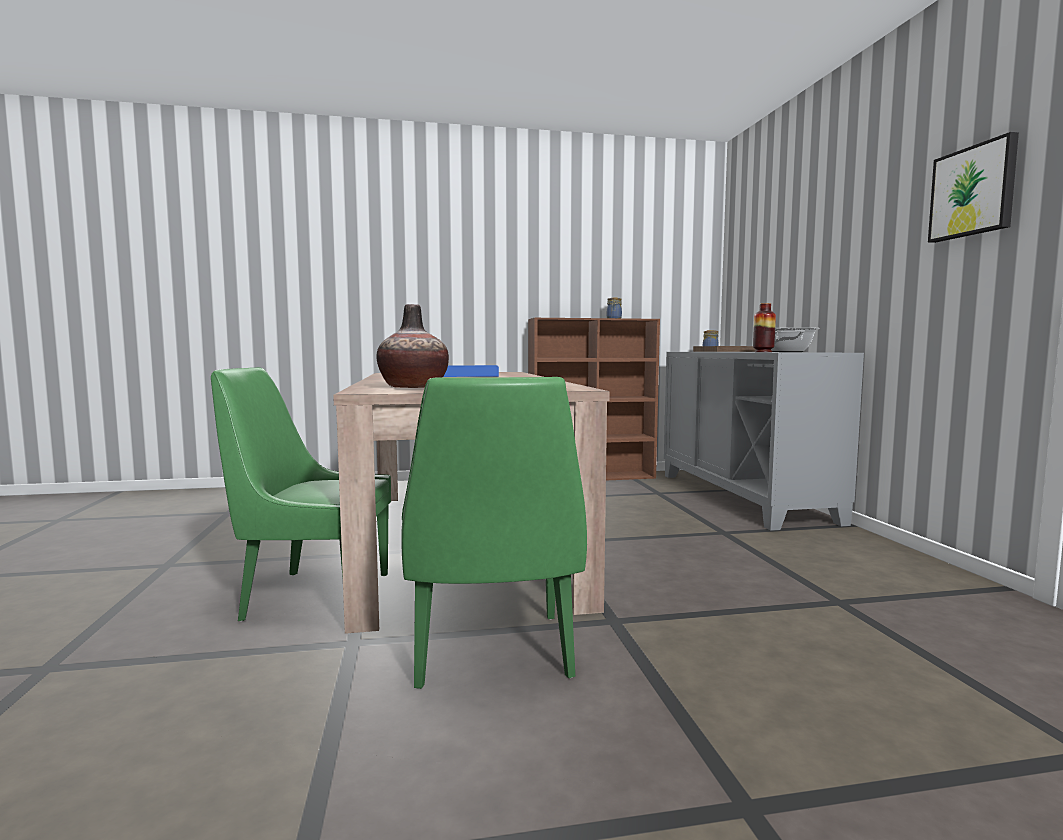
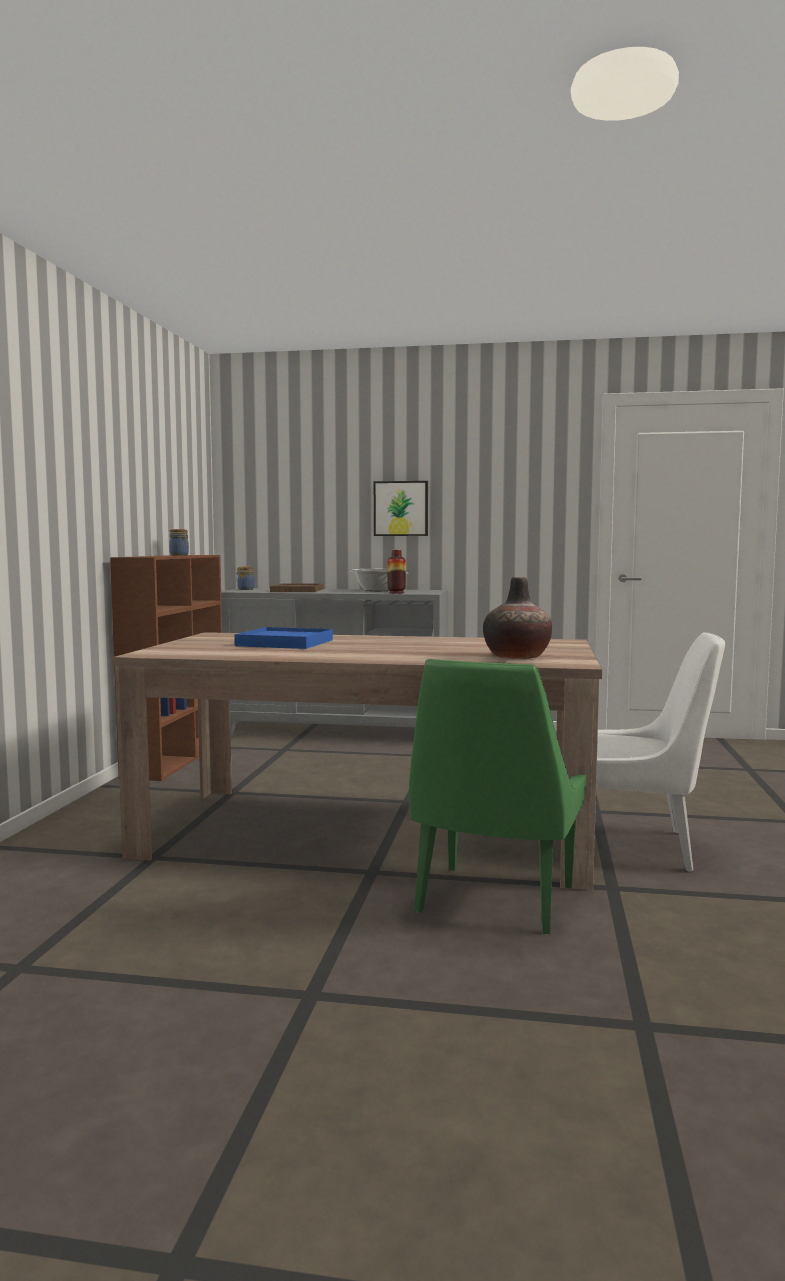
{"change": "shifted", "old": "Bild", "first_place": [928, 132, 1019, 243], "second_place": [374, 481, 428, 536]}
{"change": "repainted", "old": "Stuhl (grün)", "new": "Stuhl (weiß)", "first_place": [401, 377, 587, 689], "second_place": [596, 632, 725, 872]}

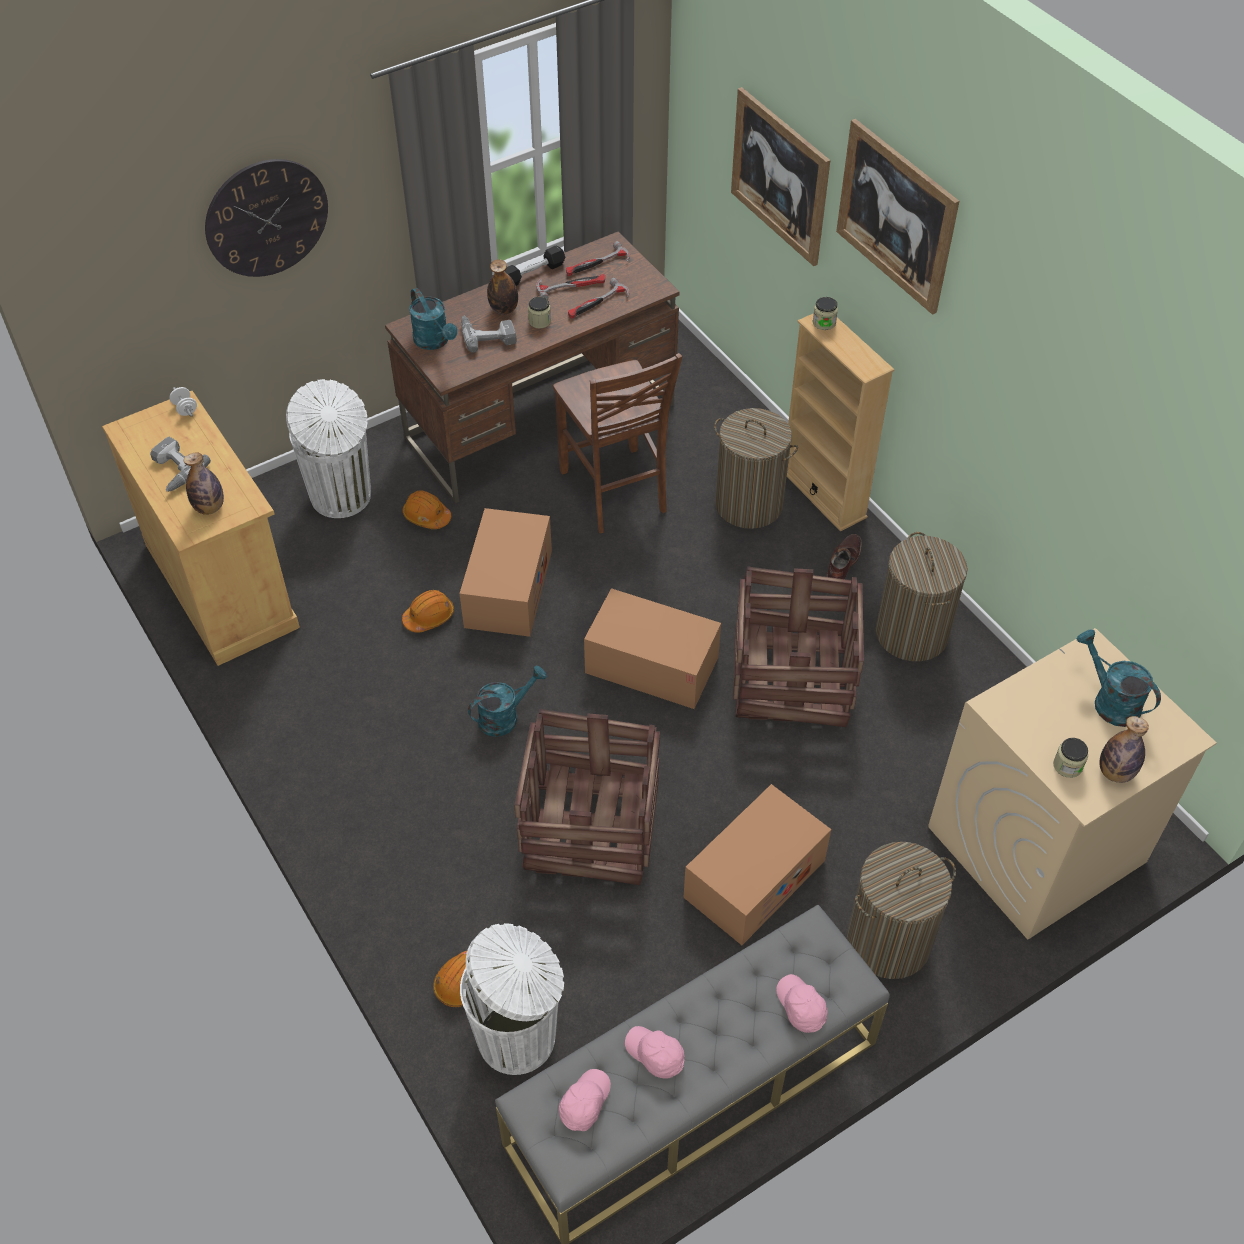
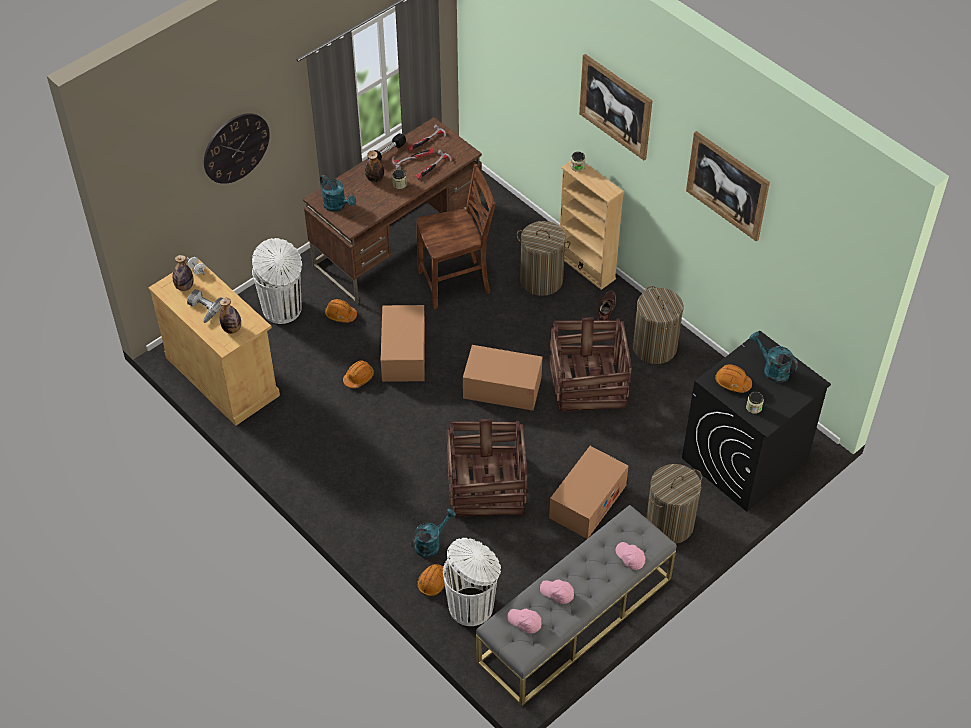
{"change": "shifted", "old": "Bild", "first_place": [731, 87, 830, 266], "second_place": [686, 131, 770, 242]}
{"change": "gone", "old": "Bohrmaschine", "first_place": [461, 316, 517, 353]}
{"change": "rotated", "old": "Stuhl (braun)", "first_place": [553, 353, 682, 533], "second_place": [416, 164, 496, 309], "degrees": -75}
{"change": "repainted", "old": "Waschmaschine (beige)", "new": "Waschmaschine (schwarz)", "first_place": [928, 628, 1216, 940], "second_place": [682, 330, 831, 512]}
{"change": "shifted", "old": "Gießkanne (türkis)", "first_place": [468, 666, 547, 737], "second_place": [411, 509, 456, 557]}
{"change": "shifted", "old": "Flasche", "first_place": [1099, 716, 1149, 783], "second_place": [173, 255, 194, 291]}
{"change": "rotated", "old": "Kappe (rosa)", "first_place": [559, 1069, 611, 1131], "second_place": [507, 608, 542, 633], "degrees": -75}
{"change": "new", "new": "Schutzhelm (orange)", "second_place": [715, 364, 752, 393]}

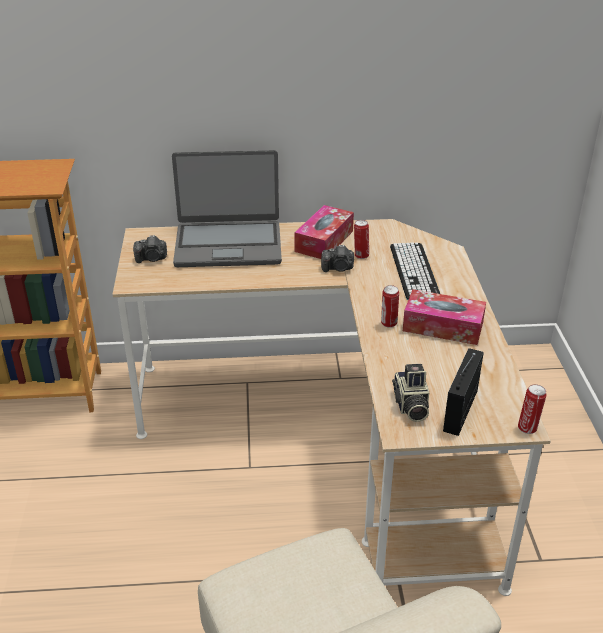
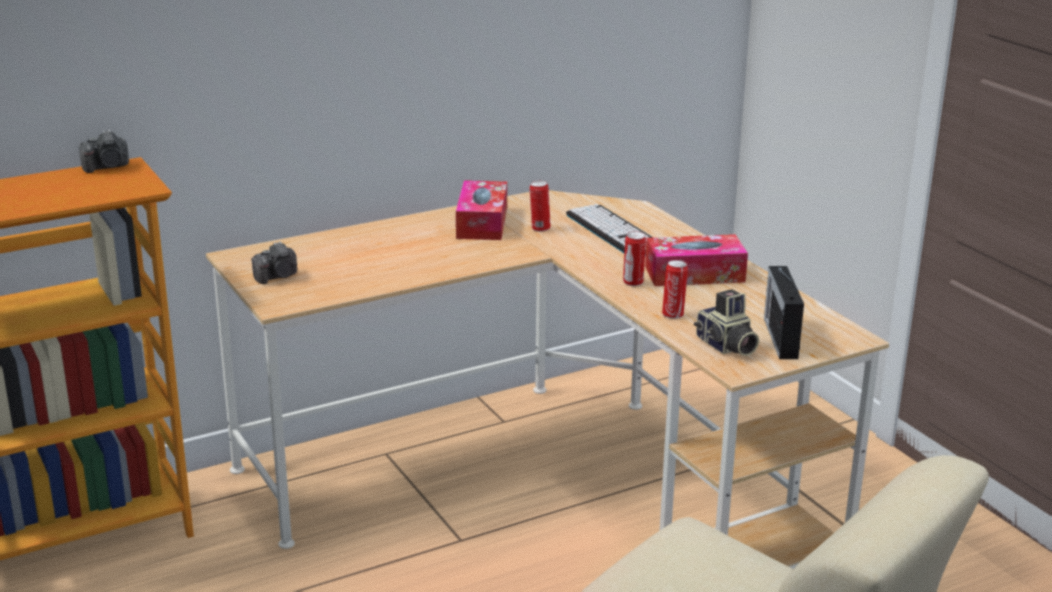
{"change": "gone", "old": "Laptop", "first_place": [172, 150, 282, 267]}
{"change": "shifted", "old": "Kamera", "first_place": [321, 244, 354, 272], "second_place": [79, 130, 129, 173]}
{"change": "shifted", "old": "Dose", "first_place": [518, 384, 547, 434], "second_place": [662, 260, 688, 319]}

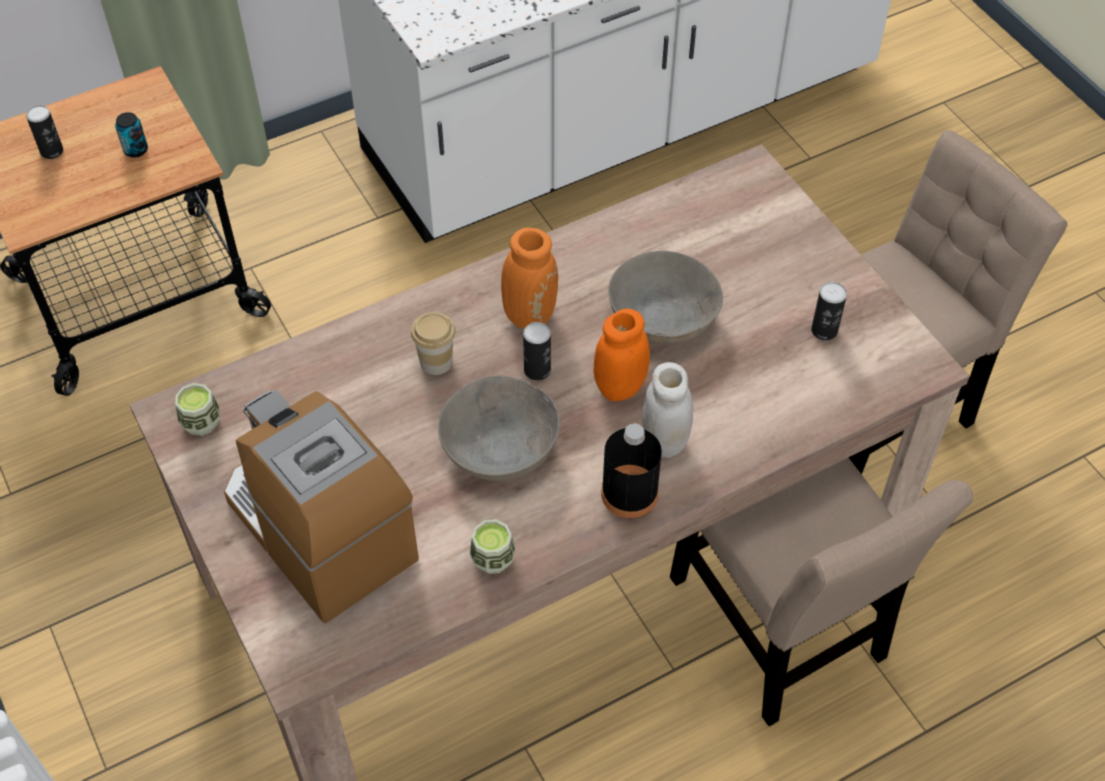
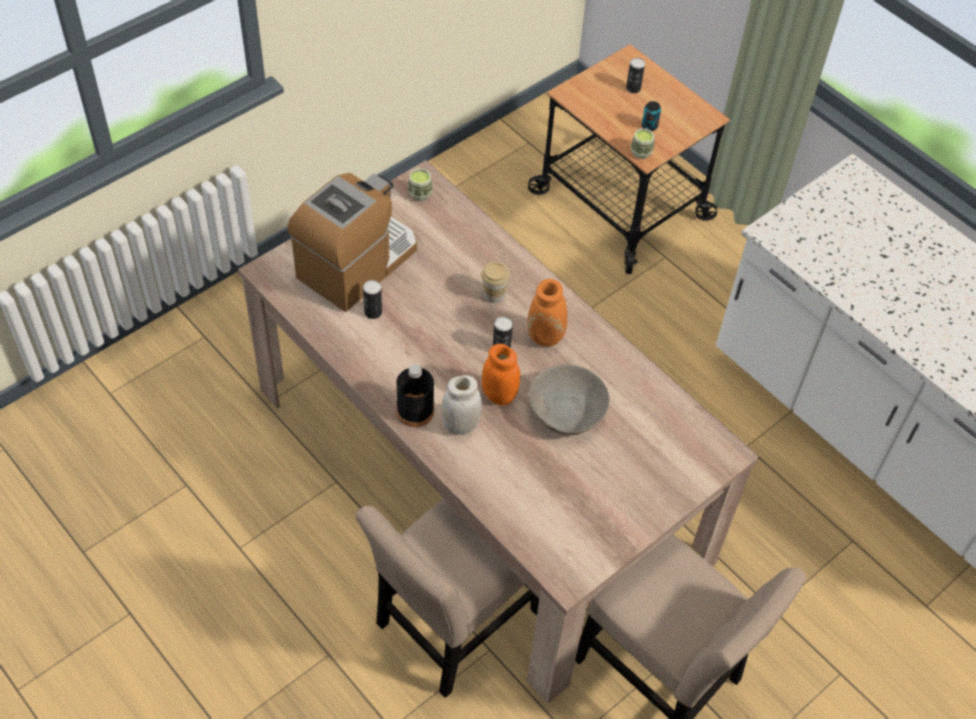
{"change": "shifted", "old": "Dose", "first_place": [811, 282, 847, 340], "second_place": [363, 280, 382, 319]}
{"change": "gone", "old": "Schüssel (grau)", "first_place": [438, 376, 560, 481]}
{"change": "shifted", "old": "Tasse", "first_place": [470, 519, 515, 574], "second_place": [630, 128, 655, 159]}

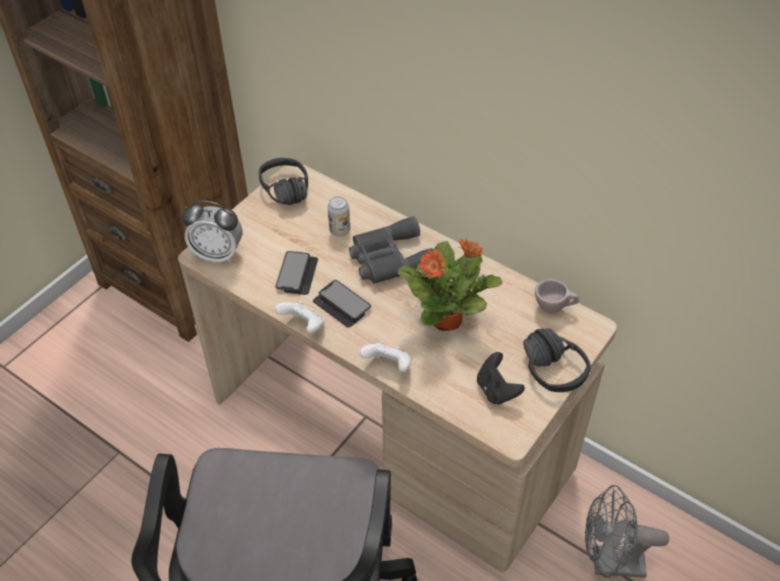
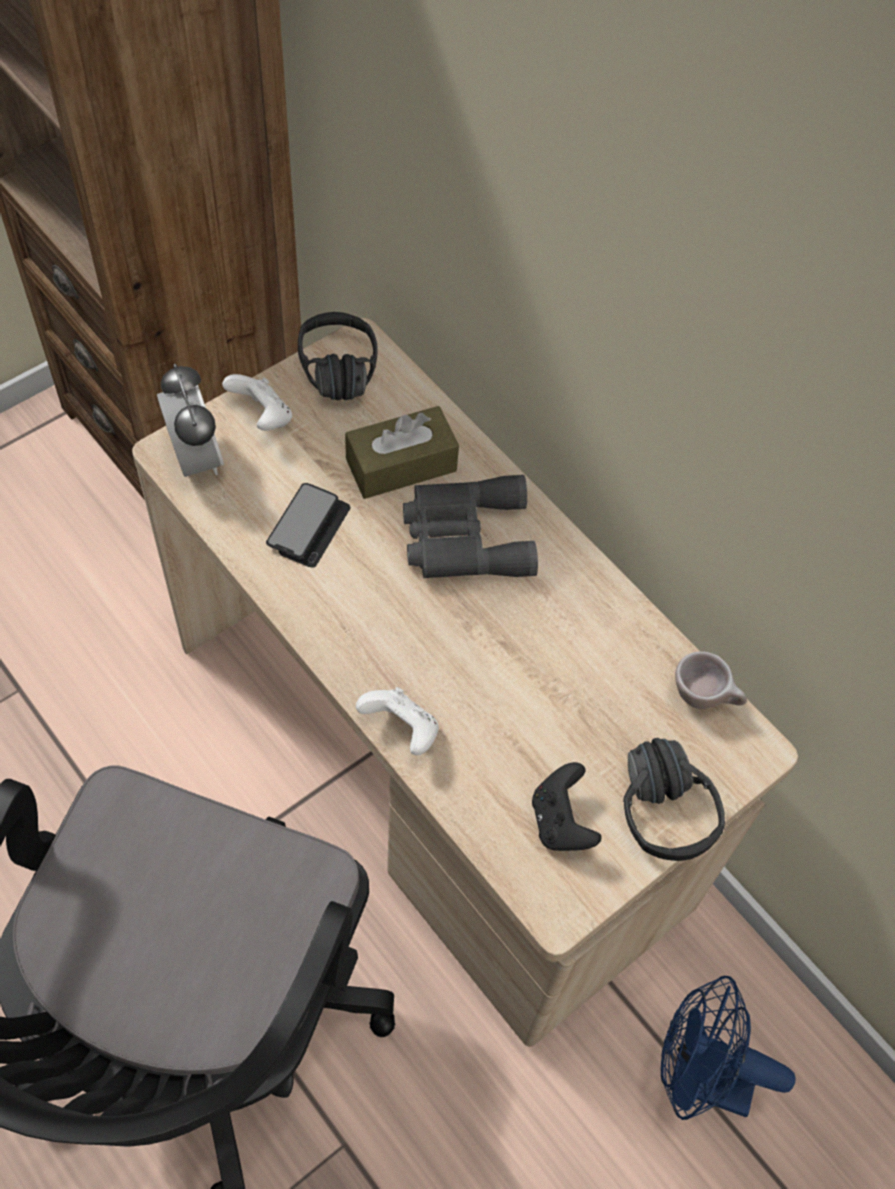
{"change": "swapped", "old": "Dose", "new": "Taschentuchbox (braun)", "first_place": [327, 196, 350, 236], "second_place": [345, 406, 459, 499]}
{"change": "rotated", "old": "Wecker", "first_place": [182, 201, 243, 263], "second_place": [157, 364, 224, 477], "degrees": -135}
{"change": "gone", "old": "Topfpflanze", "first_place": [397, 238, 502, 331]}
{"change": "gone", "old": "Handy", "first_place": [313, 280, 371, 328]}
{"change": "shifted", "old": "Gamepad (weiß)", "first_place": [275, 301, 325, 333], "second_place": [222, 374, 292, 431]}
{"change": "repainted", "old": "Ventilator (grau)", "new": "Ventilator (blau)", "first_place": [585, 485, 669, 578], "second_place": [661, 976, 795, 1120]}

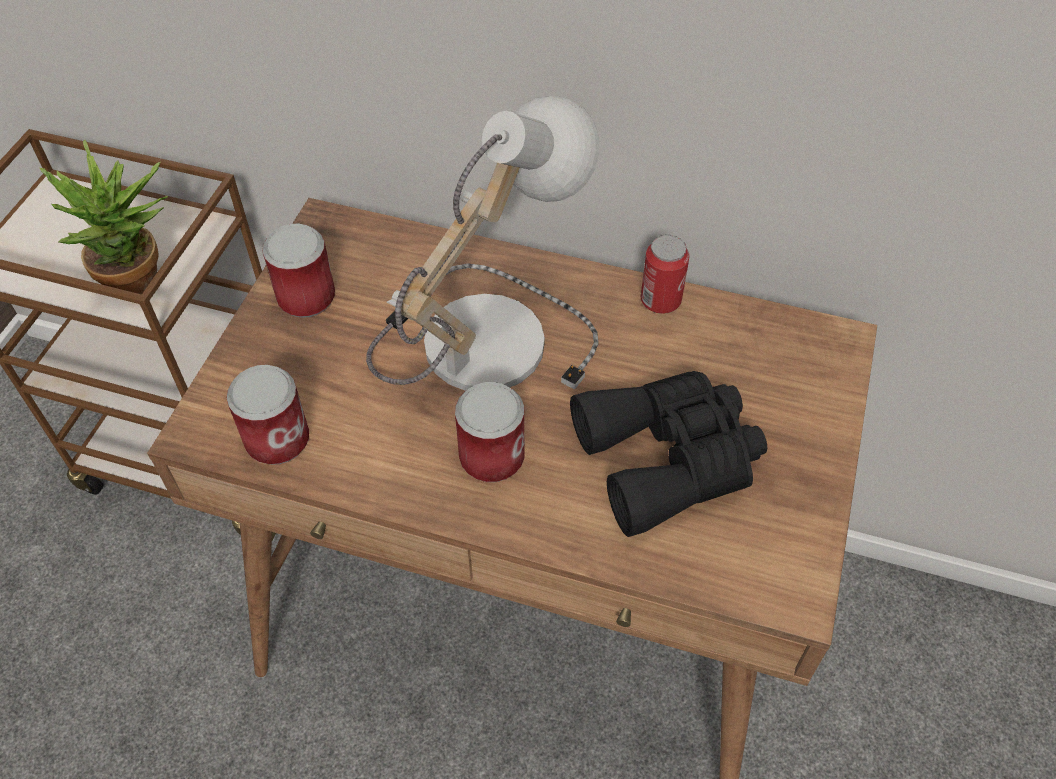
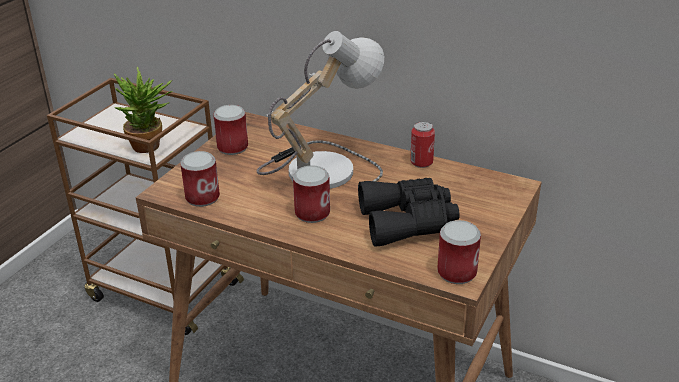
{"change": "new", "new": "Dose", "second_place": [437, 220, 481, 284]}

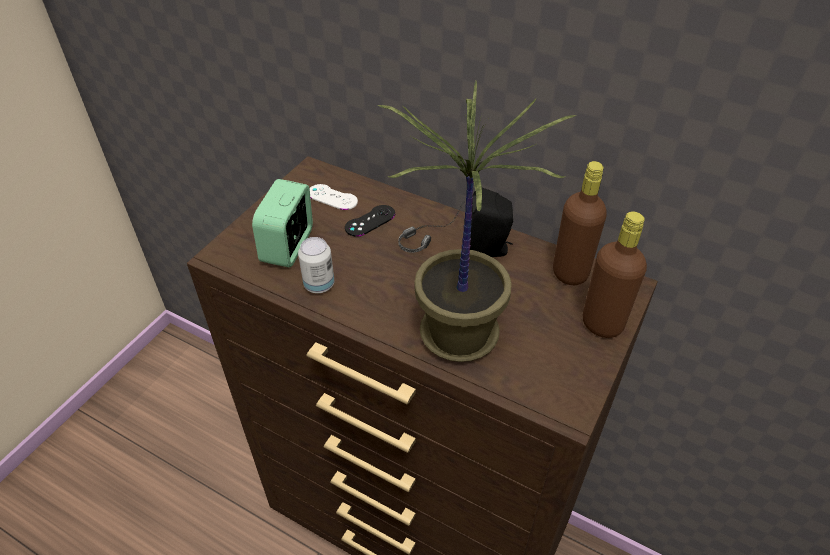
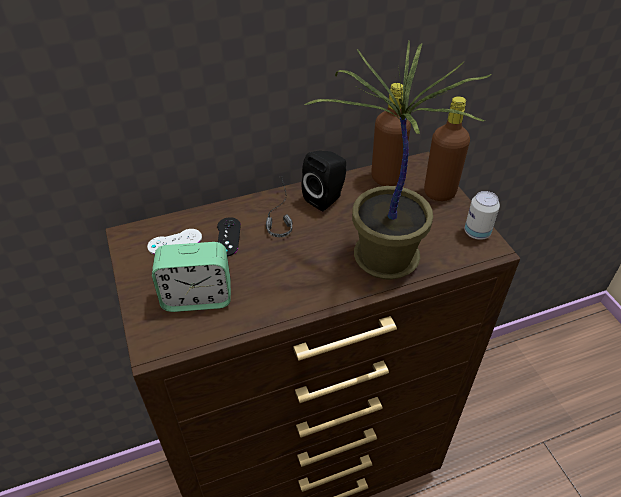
{"change": "rotated", "old": "Wecker", "first_place": [252, 179, 313, 267], "second_place": [152, 242, 231, 312], "degrees": -60}
{"change": "shifted", "old": "Dose", "first_place": [298, 237, 334, 293], "second_place": [464, 191, 500, 240]}

